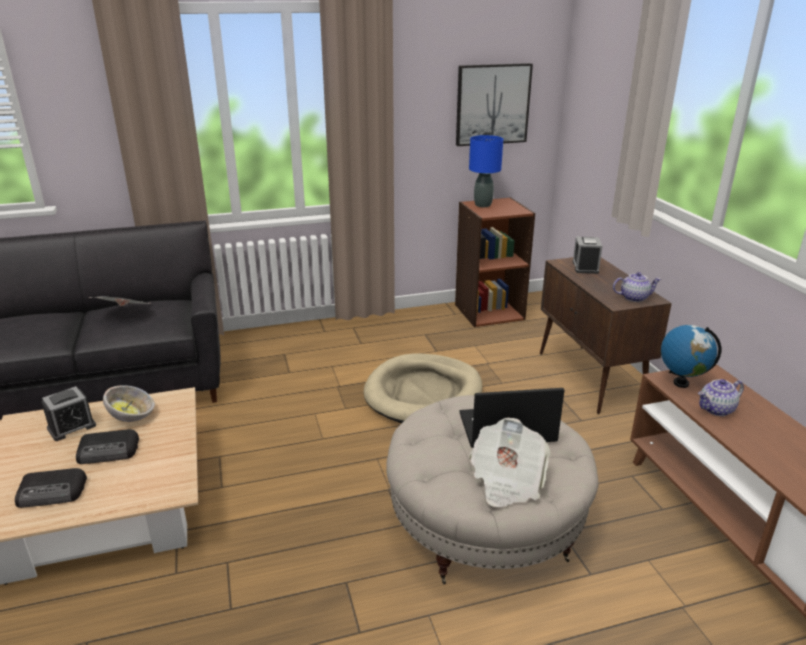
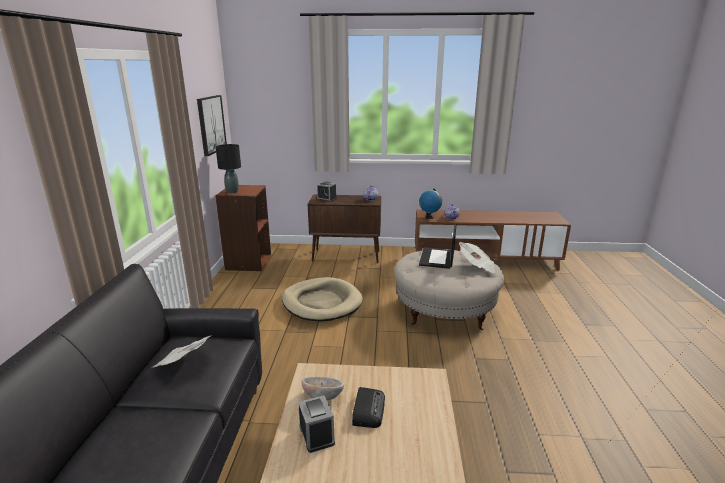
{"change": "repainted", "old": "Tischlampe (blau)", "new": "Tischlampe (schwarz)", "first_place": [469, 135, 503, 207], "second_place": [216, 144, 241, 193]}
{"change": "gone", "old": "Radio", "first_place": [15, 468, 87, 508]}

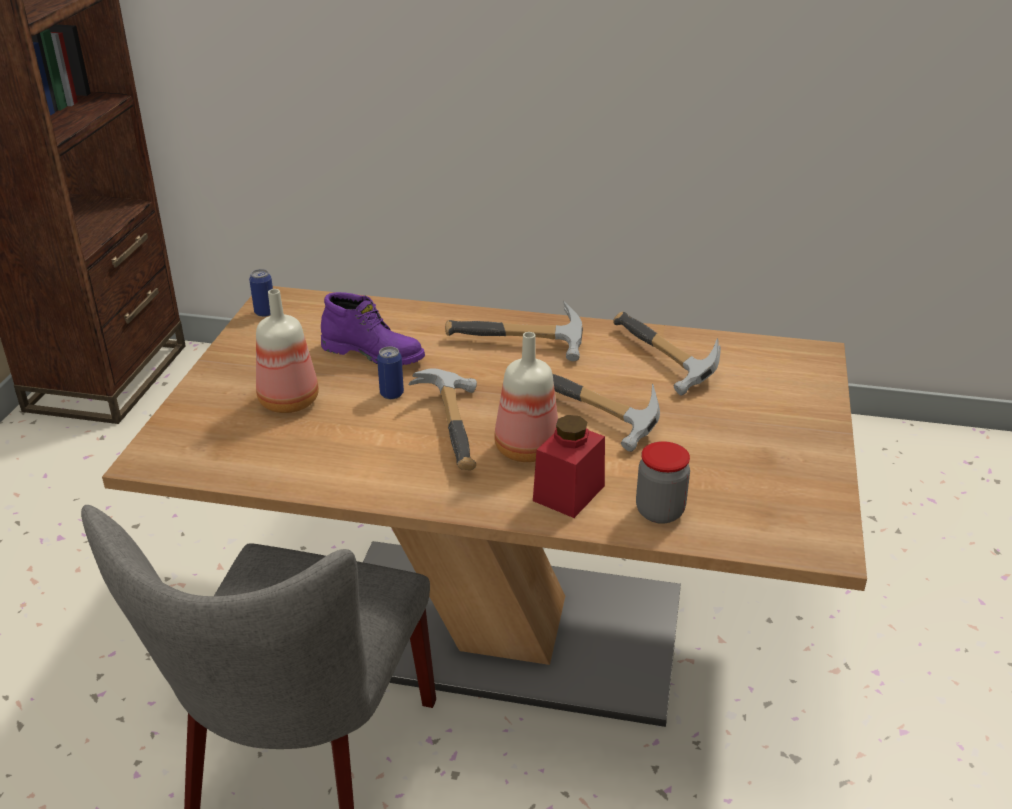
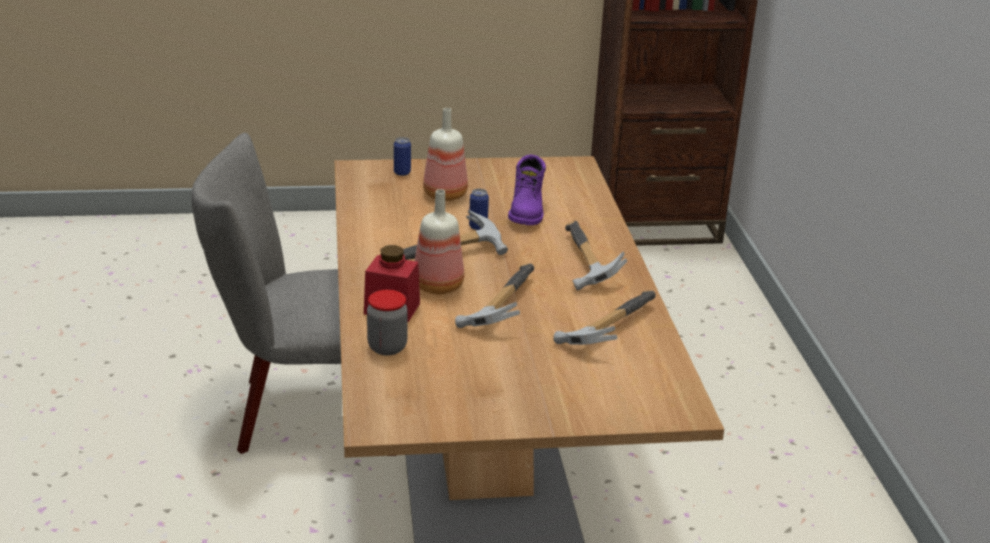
{"change": "shifted", "old": "Dose", "first_place": [249, 269, 273, 317], "second_place": [394, 137, 411, 176]}

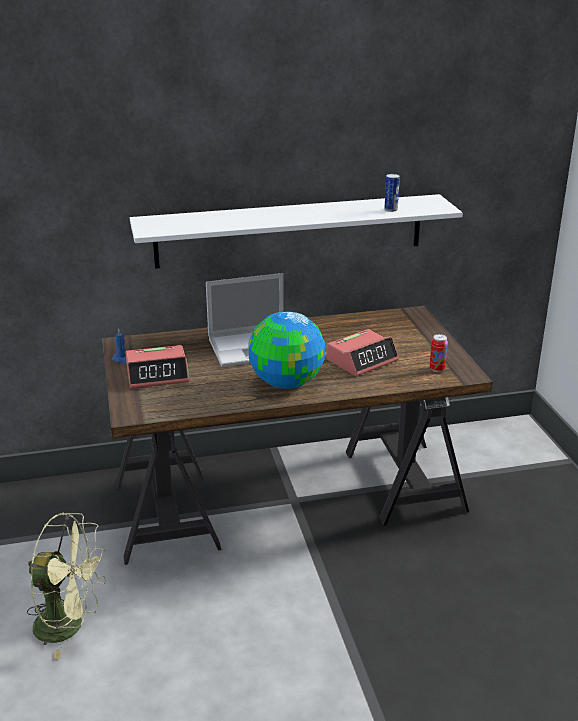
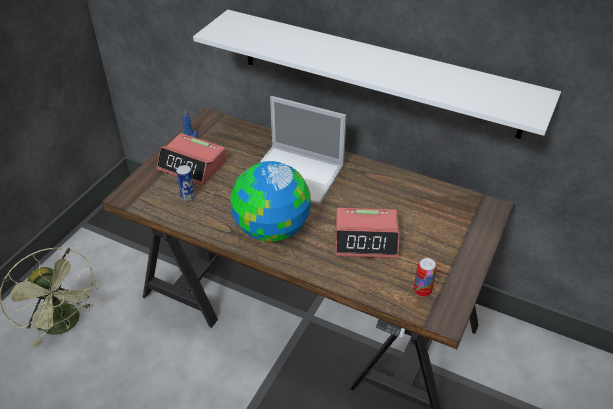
{"change": "shifted", "old": "Dose", "first_place": [384, 174, 400, 212], "second_place": [176, 165, 195, 201]}

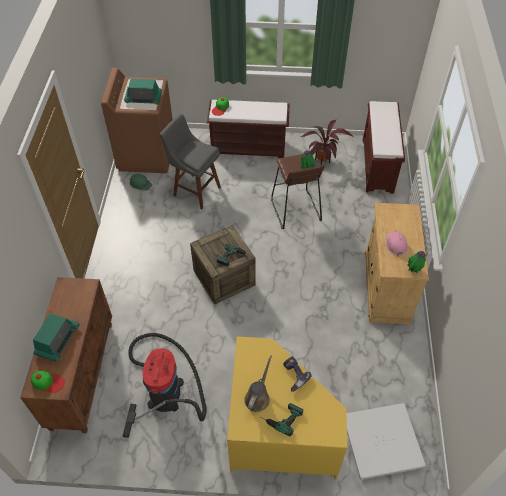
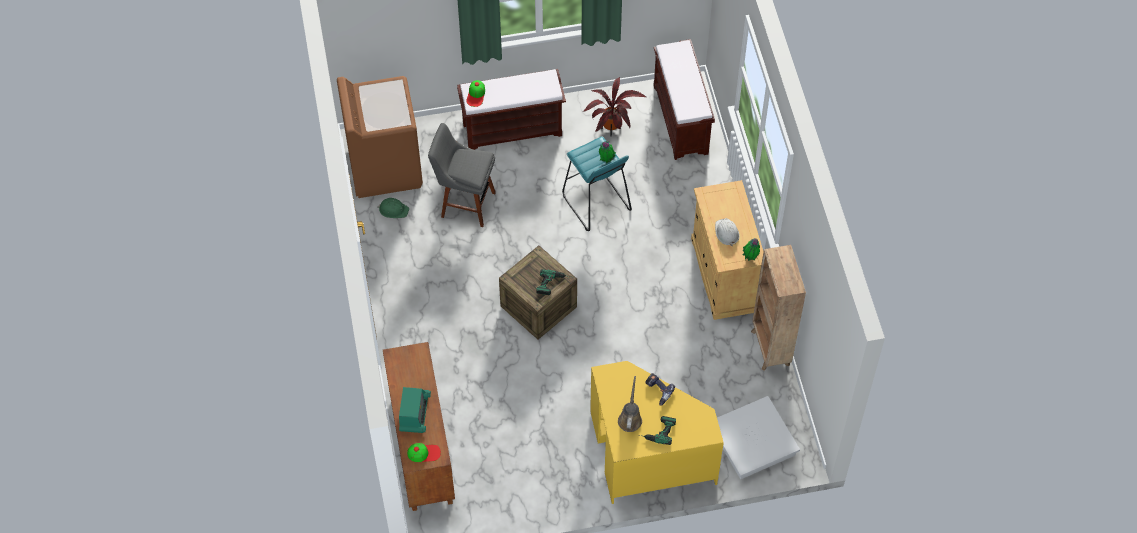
{"change": "gone", "old": "Radio", "first_place": [124, 79, 162, 104]}
{"change": "repainted", "old": "Hocker (braun)", "new": "Hocker (türkis)", "first_place": [271, 154, 325, 229], "second_place": [562, 137, 632, 231]}
{"change": "repainted", "old": "Schutzhelm (rosa)", "new": "Schutzhelm (weiß)", "first_place": [386, 231, 408, 257], "second_place": [715, 218, 740, 246]}
{"change": "gone", "old": "Staubsauger", "first_place": [123, 333, 207, 438]}
{"change": "new", "new": "Bücherregal (braun)", "second_place": [751, 245, 806, 371]}

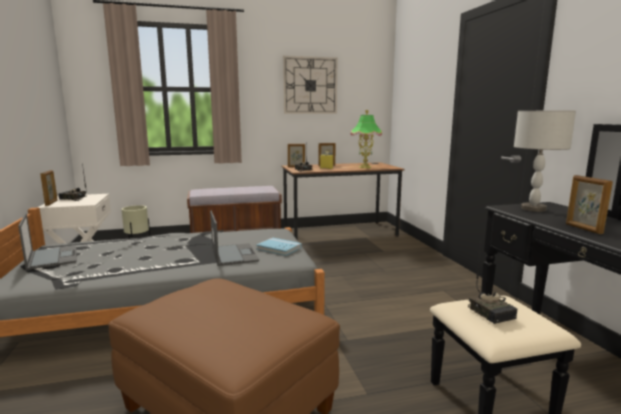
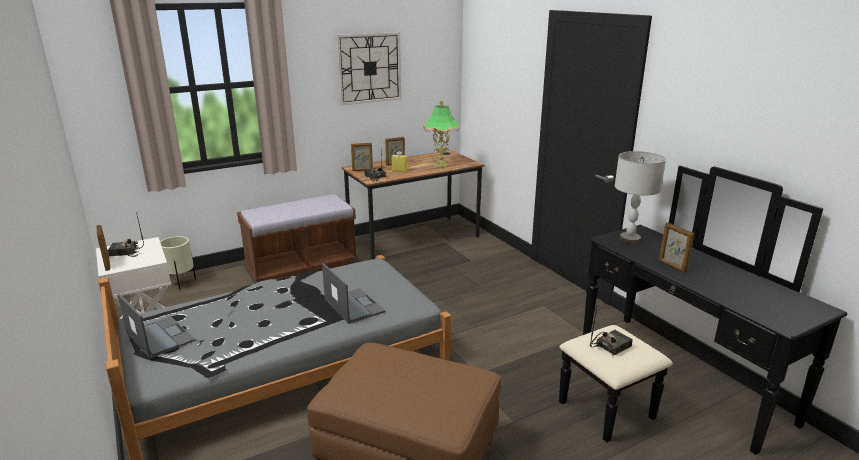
{"change": "gone", "old": "Buch (blau)", "first_place": [256, 238, 302, 256]}
{"change": "rotated", "old": "Radio", "first_place": [468, 239, 517, 324], "second_place": [590, 308, 633, 356], "degrees": -90}

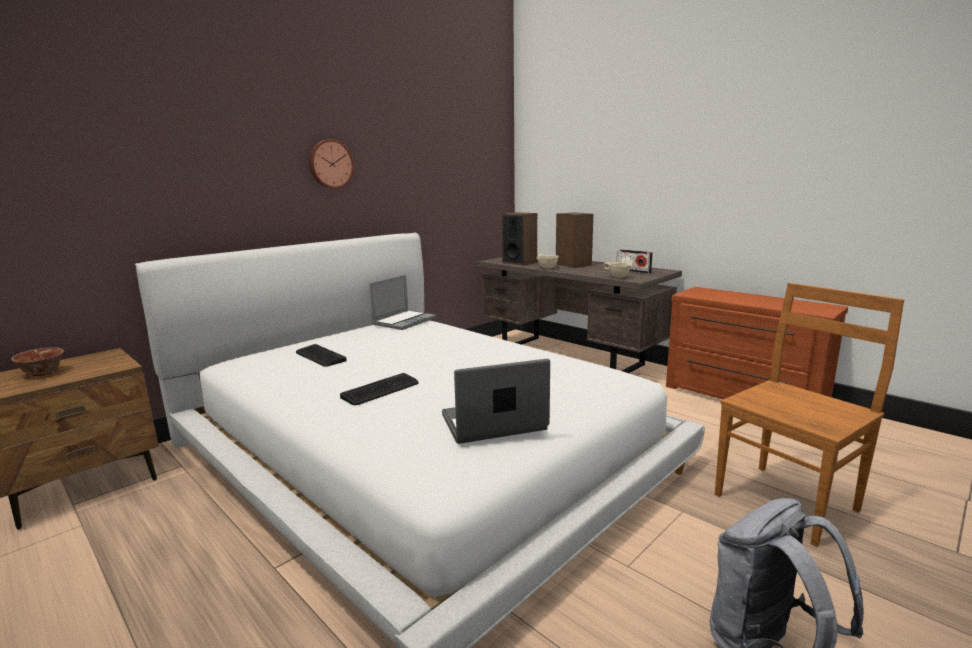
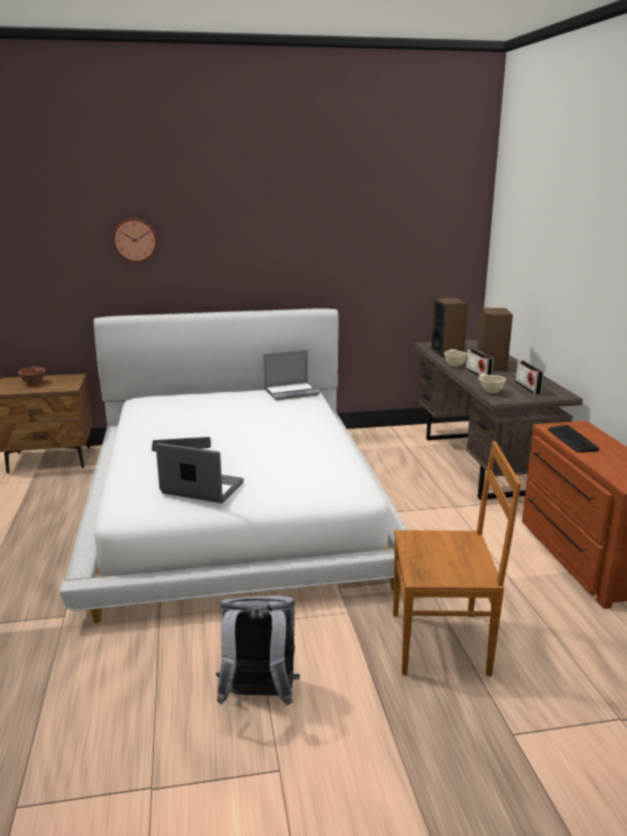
{"change": "shifted", "old": "Wanduhr", "first_place": [309, 139, 354, 189], "second_place": [113, 218, 157, 263]}
{"change": "shifted", "old": "Tastatur", "first_place": [296, 344, 347, 367], "second_place": [548, 425, 599, 453]}
{"change": "new", "new": "Radio", "second_place": [466, 349, 494, 376]}

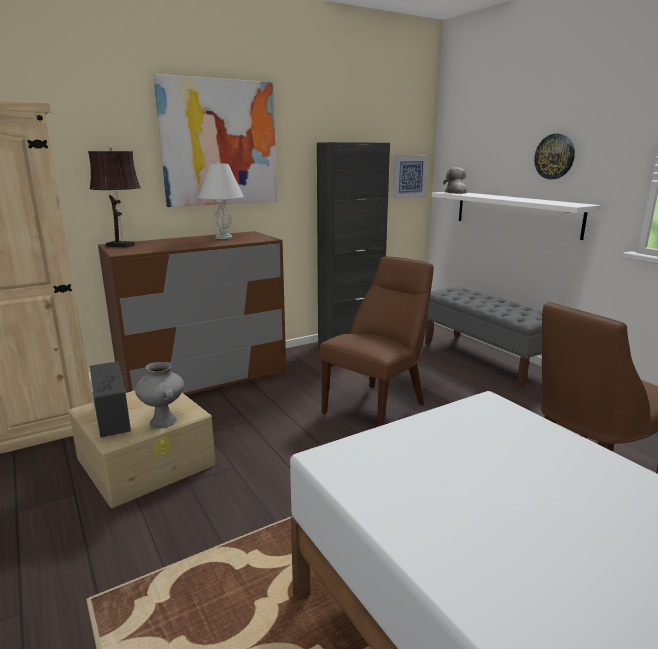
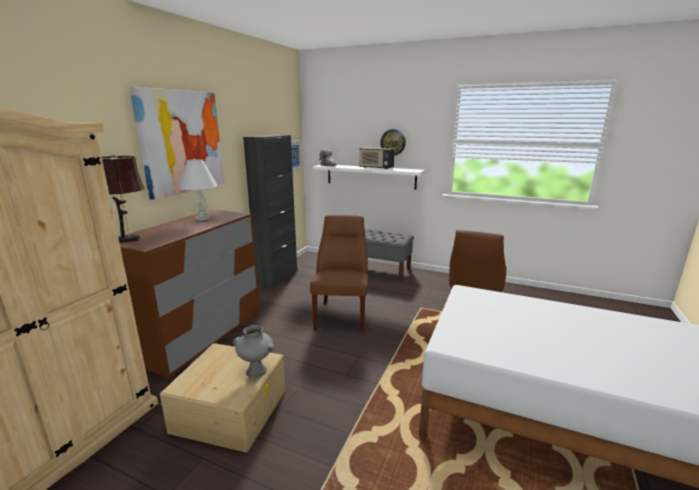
{"change": "shifted", "old": "Radio", "first_place": [89, 361, 131, 438], "second_place": [358, 147, 394, 169]}

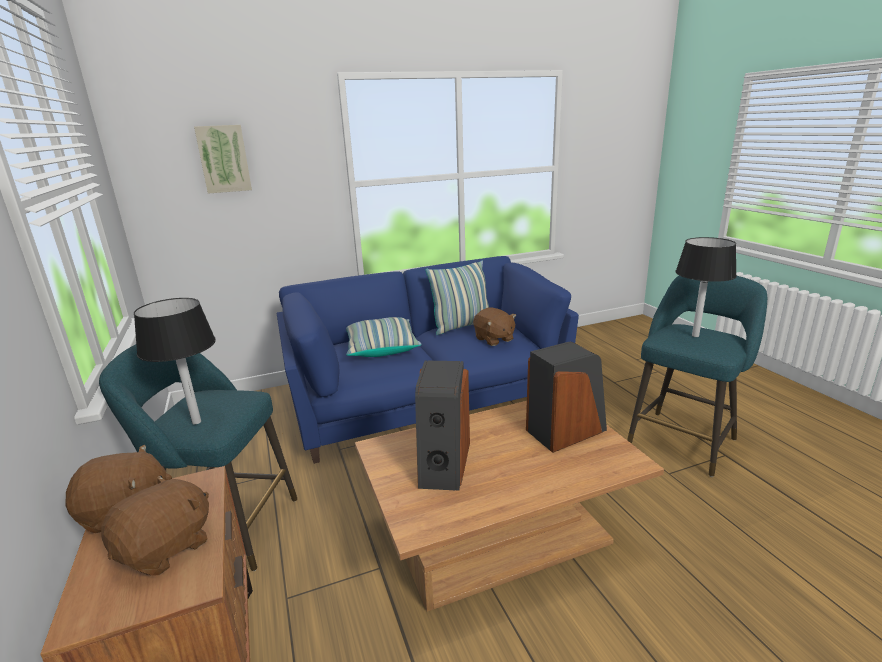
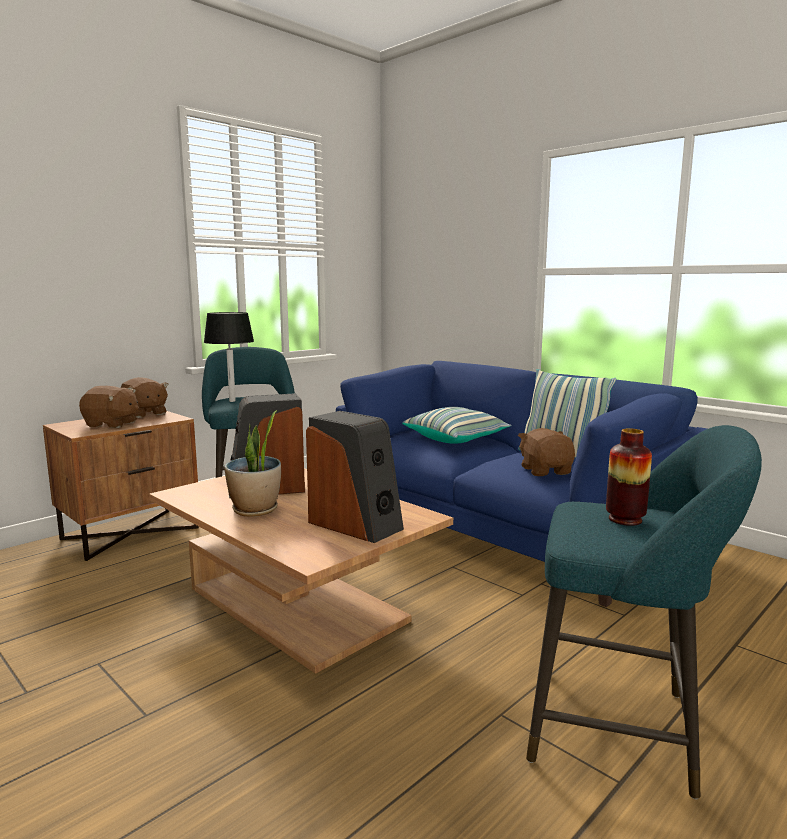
{"change": "gone", "old": "Bild", "first_place": [194, 125, 252, 194]}
{"change": "swapped", "old": "Tischlampe (schwarz)", "new": "Vase", "first_place": [676, 237, 737, 337], "second_place": [606, 428, 652, 526]}
{"change": "rotated", "old": "Plüschtier (braun)", "first_place": [473, 307, 516, 346], "second_place": [518, 428, 575, 476], "degrees": 135}
{"change": "new", "new": "Topfpflanze", "second_place": [224, 410, 281, 517]}

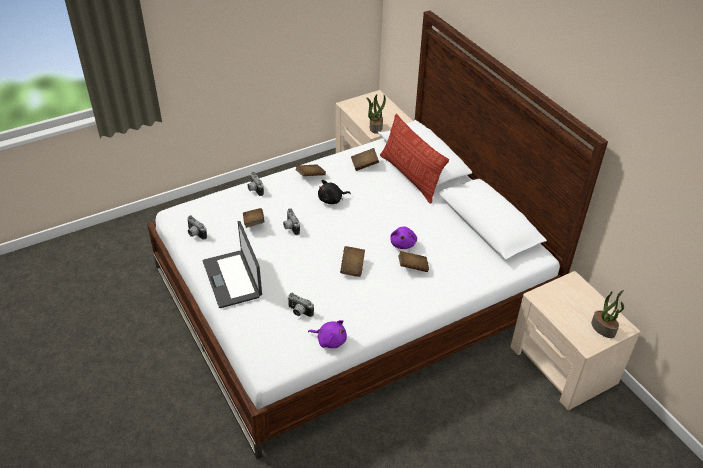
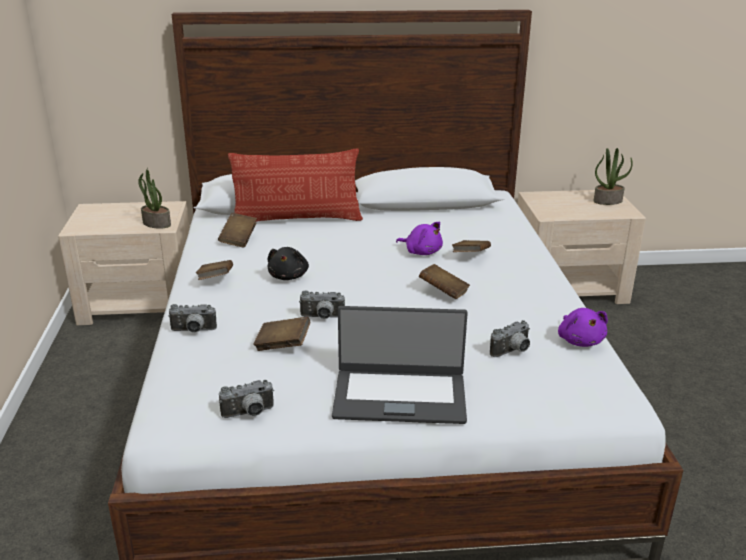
{"change": "rotated", "old": "Plüschtier (lila)", "first_place": [308, 320, 347, 348], "second_place": [558, 308, 608, 347], "degrees": 120}

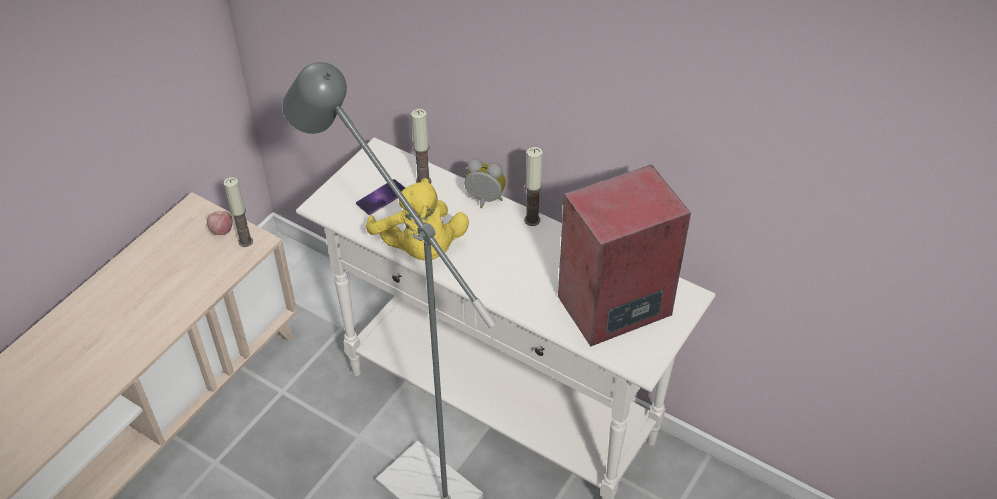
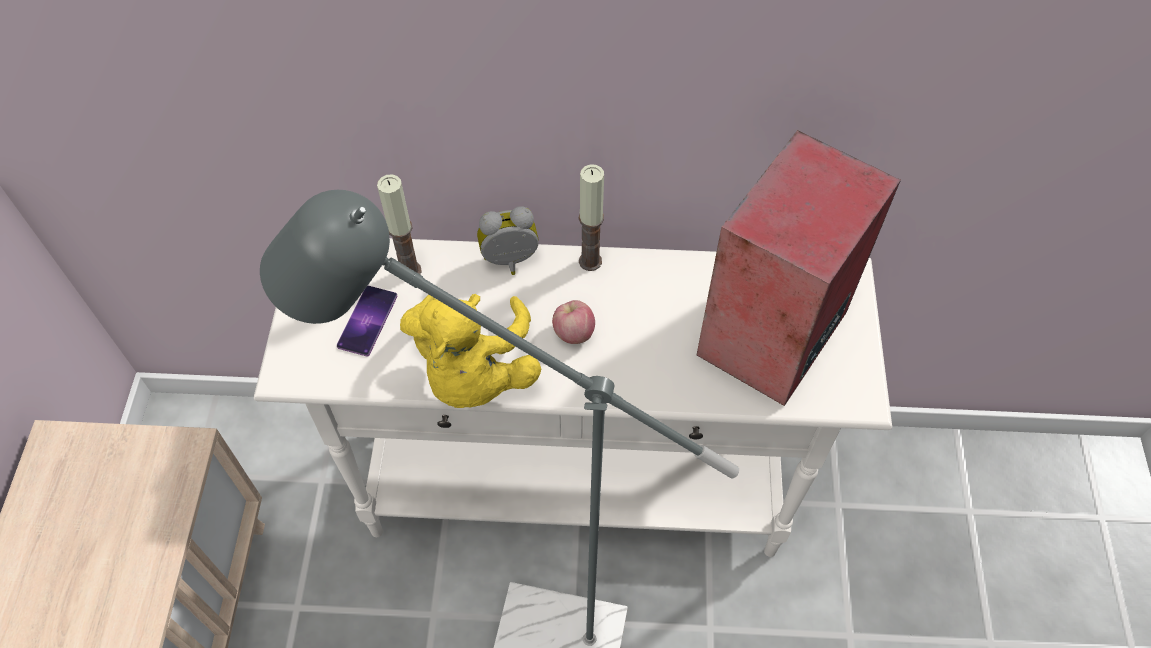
{"change": "gone", "old": "Kerze", "first_place": [224, 177, 253, 247]}
{"change": "rotated", "old": "Plüschtier (gelb)", "first_place": [366, 178, 469, 260], "second_place": [400, 294, 541, 408], "degrees": 60}
{"change": "shifted", "old": "Apfel", "first_place": [207, 211, 232, 235], "second_place": [552, 300, 595, 344]}

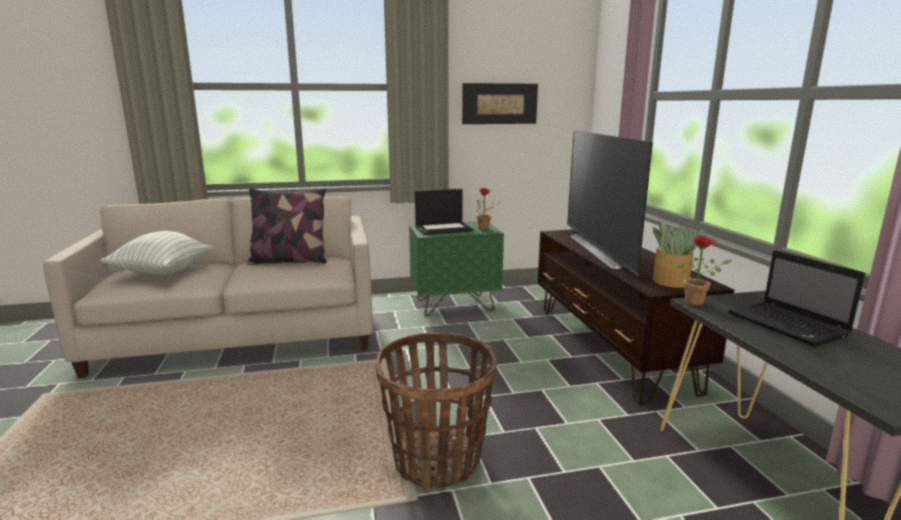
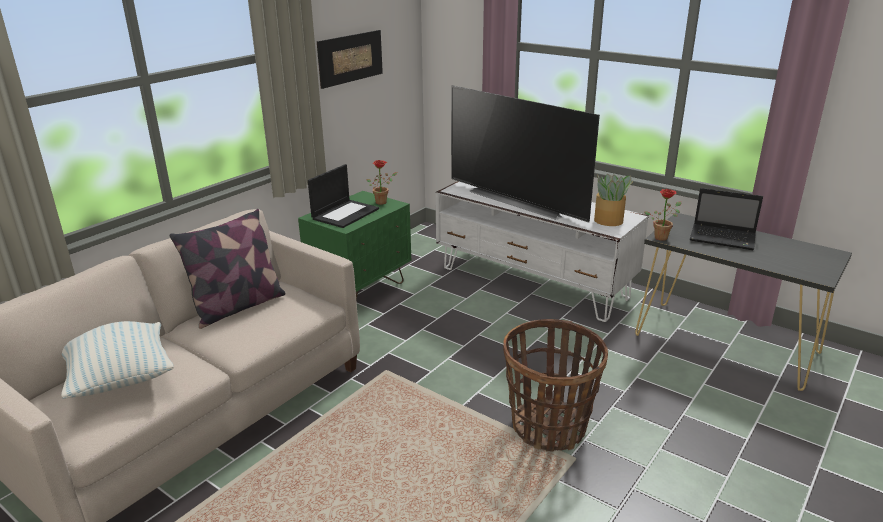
{"change": "repainted", "old": "Fernsehschrank (braun)", "new": "Fernsehschrank (weiß)", "first_place": [538, 229, 734, 404], "second_place": [435, 181, 649, 322]}

